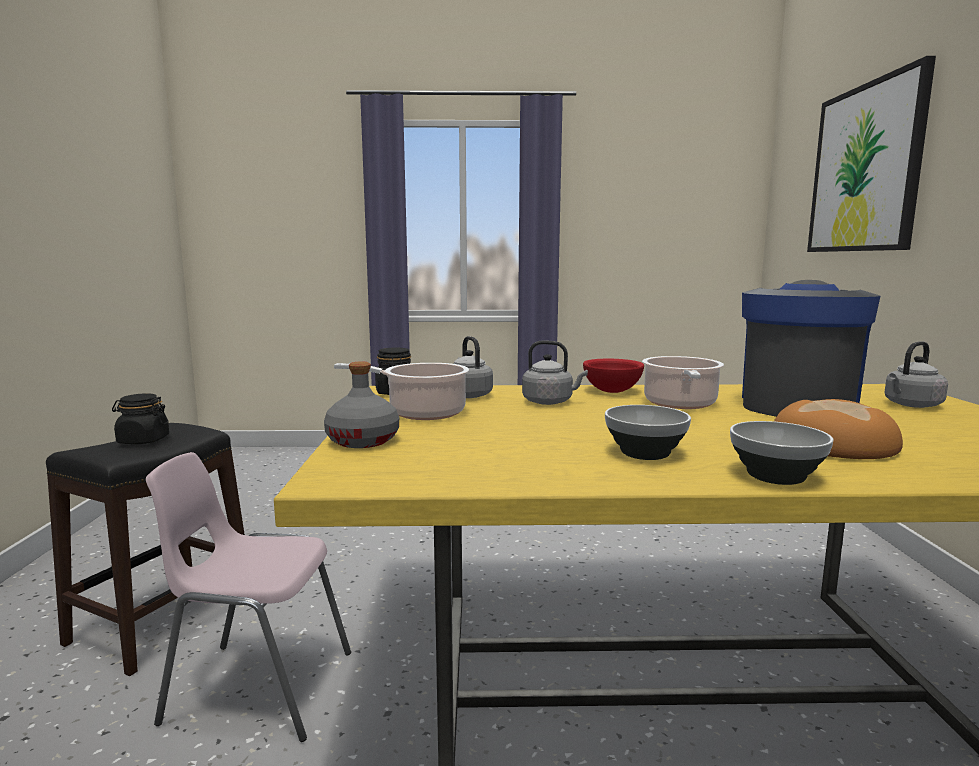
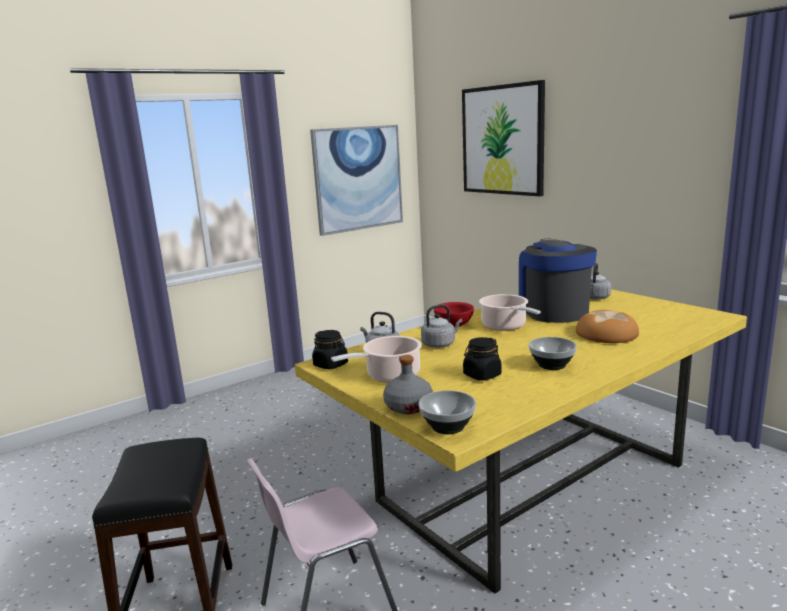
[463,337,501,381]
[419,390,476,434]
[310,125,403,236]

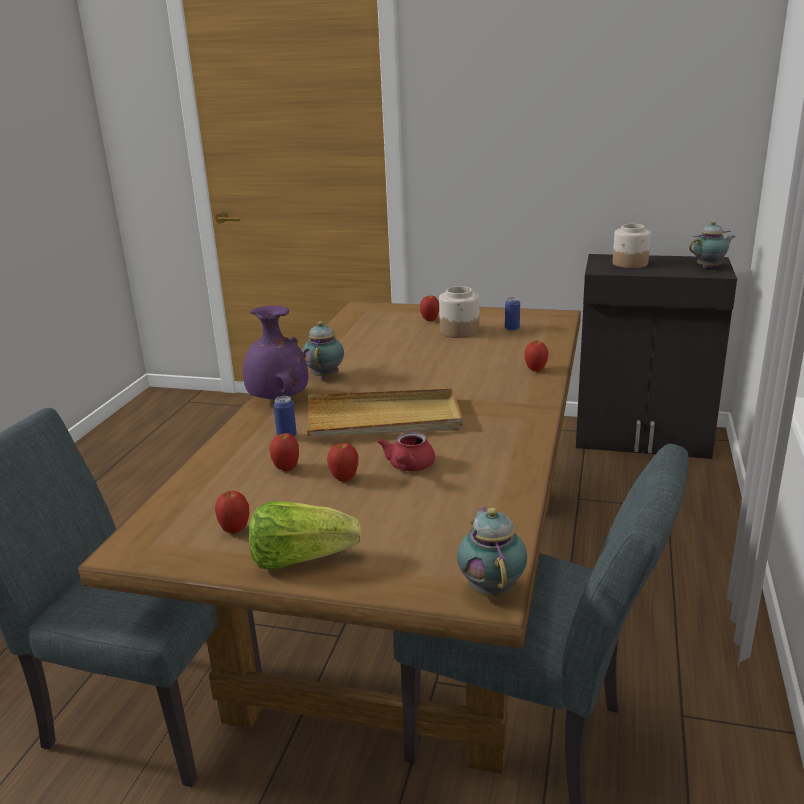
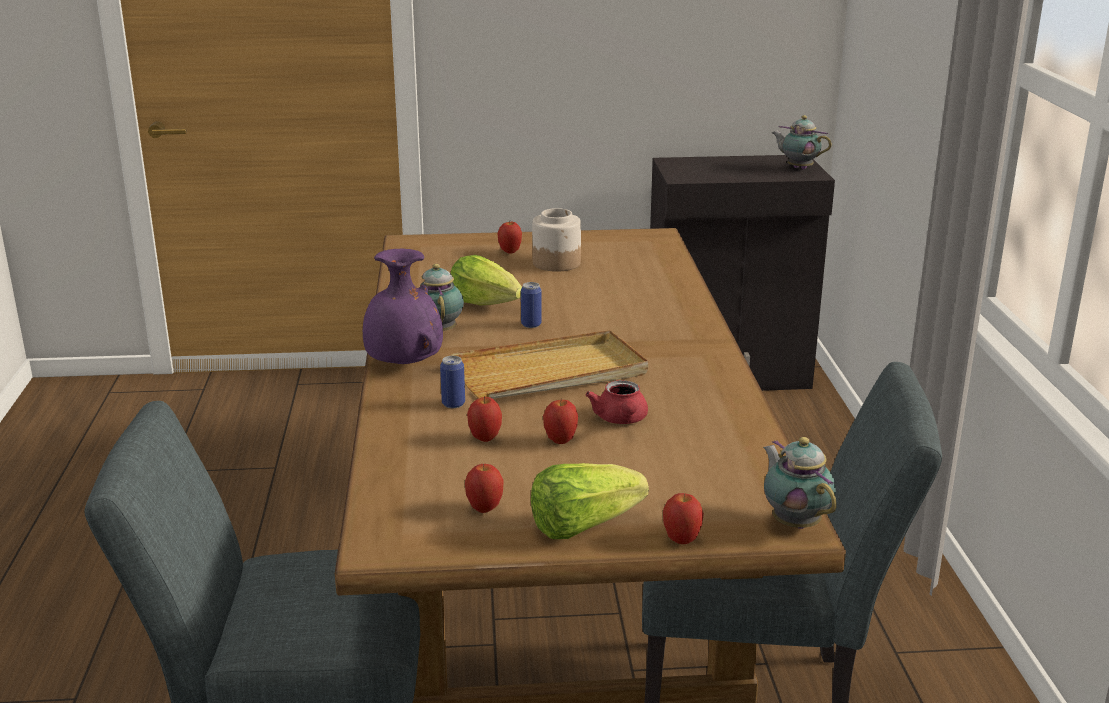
[772,115,832,169]
[613,224,651,268] (first image)
[521,282,542,328]
[663,493,704,544]
[450,255,522,305]

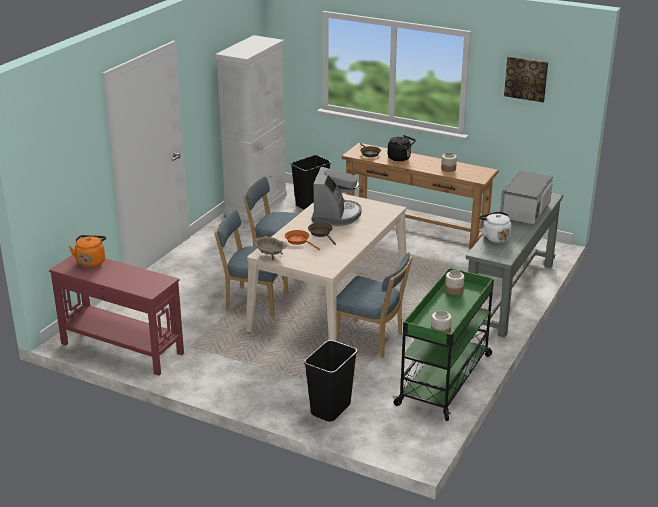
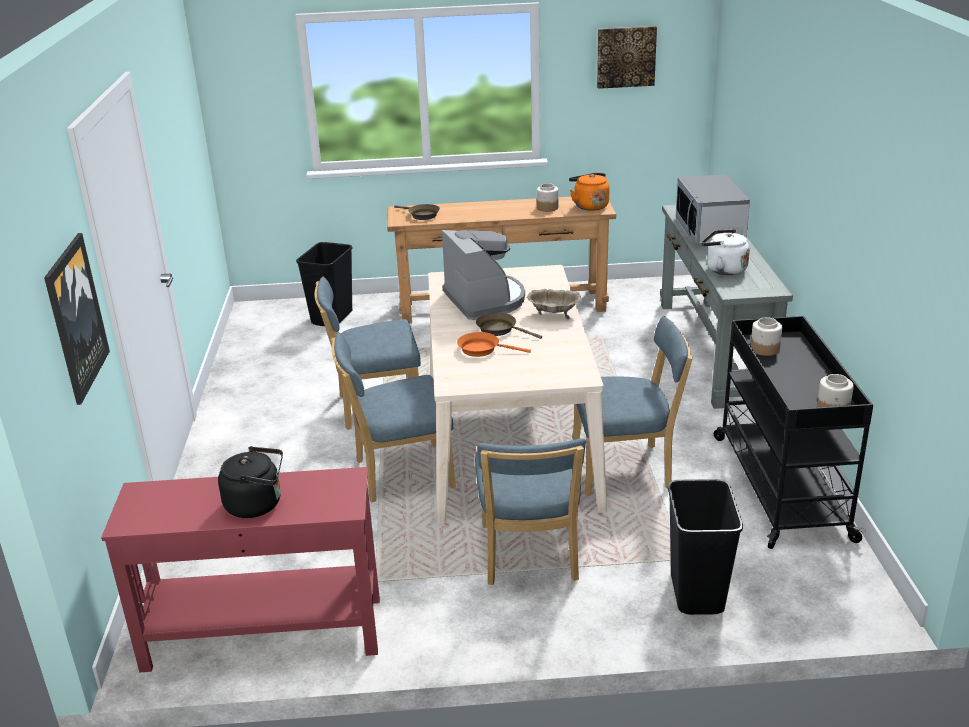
[215,35,287,222] (first image)
[218,446,283,518]
[569,173,609,211]
[527,289,581,320]
[714,316,873,549]
[44,233,110,405]
[475,438,586,585]

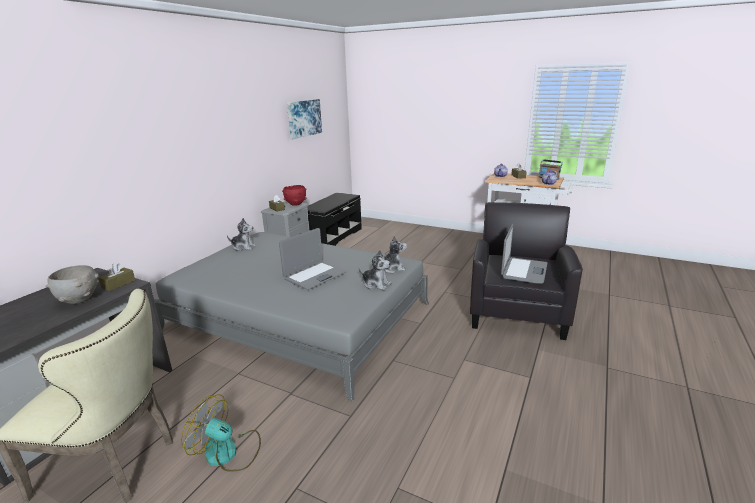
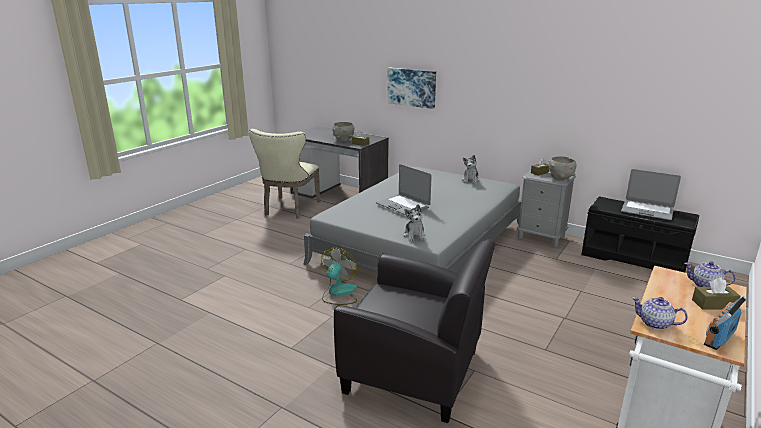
[387,67,436,109]
[548,156,576,181]
[621,169,681,220]
[359,250,391,290] (first image)
[321,248,357,305]

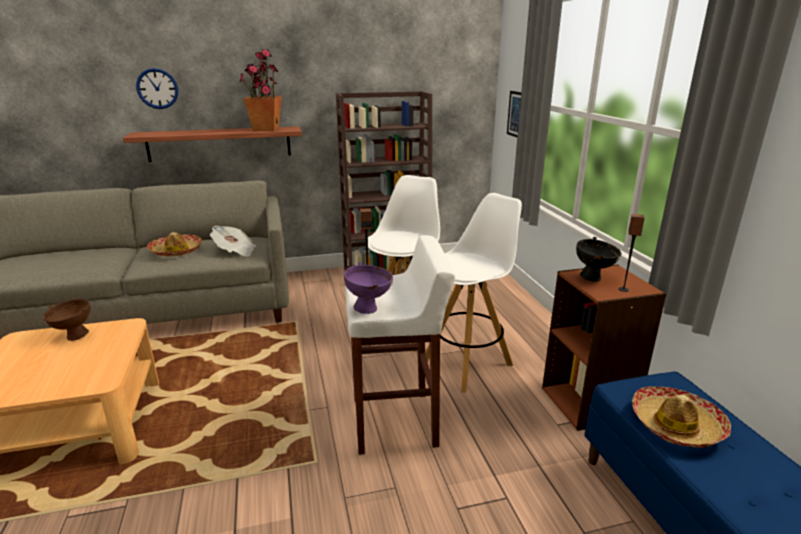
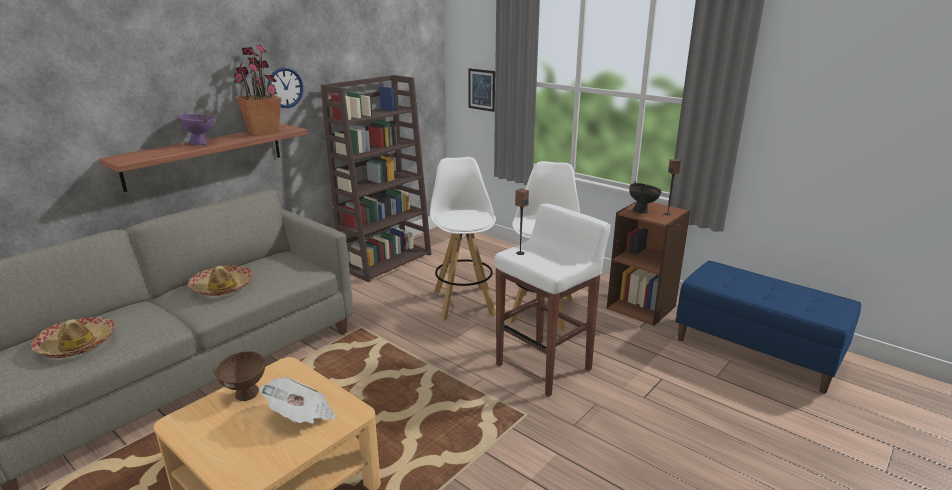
[268,67,303,108]
[259,377,336,424]
[177,112,215,145]
[31,317,115,358]

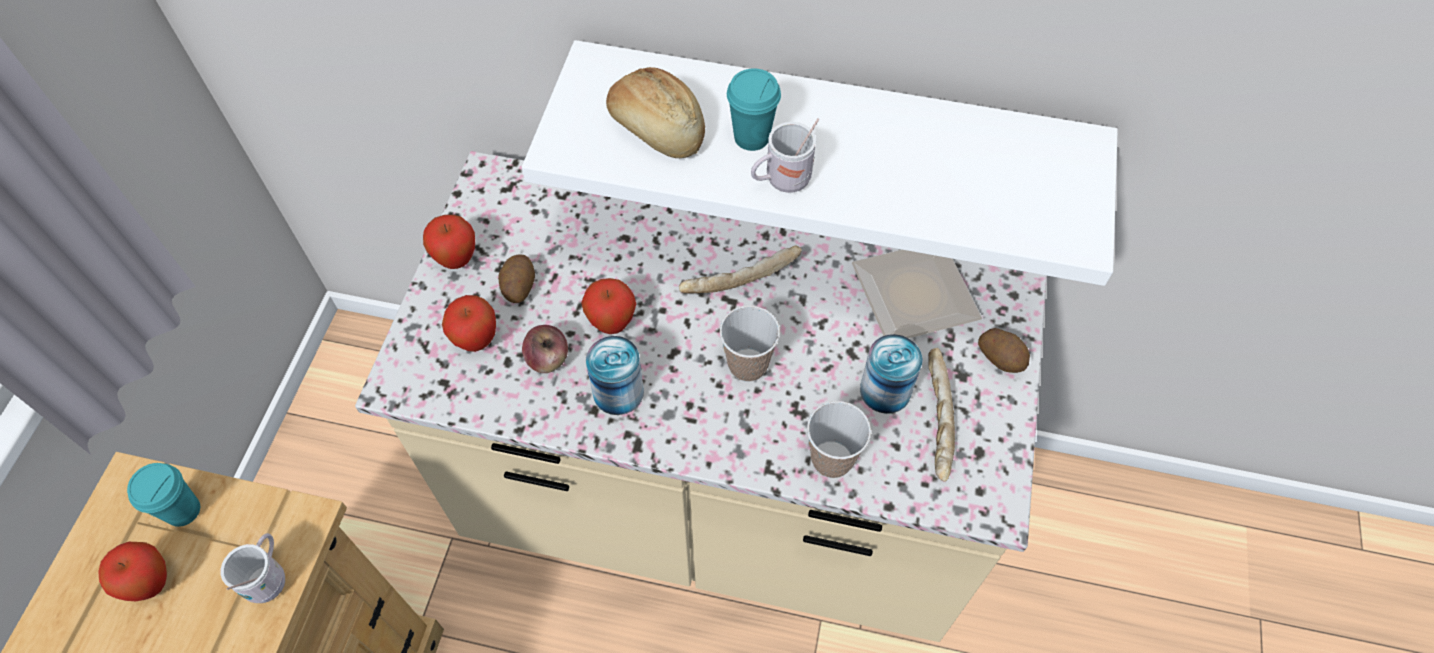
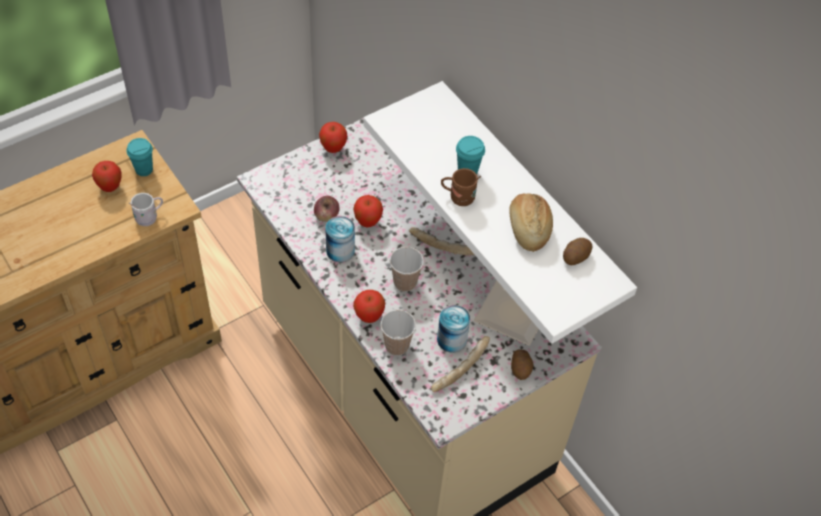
[509,193,553,252]
[441,168,481,206]
[563,238,592,265]
[353,290,385,323]

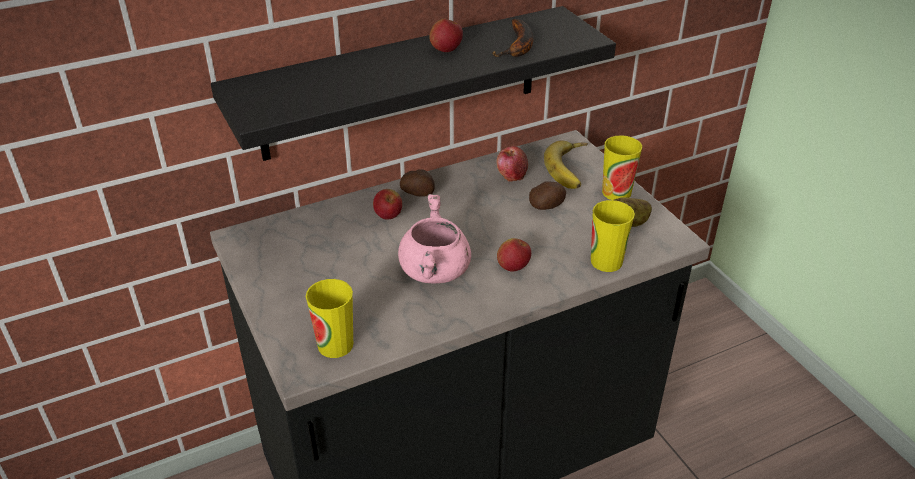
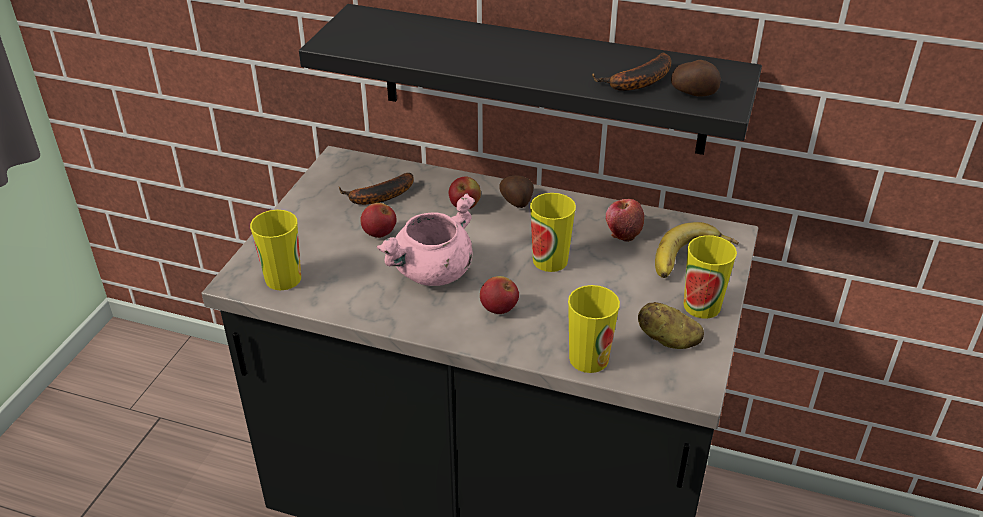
[361,203,397,238]
[671,60,721,97]
[339,173,414,205]
[530,193,576,272]

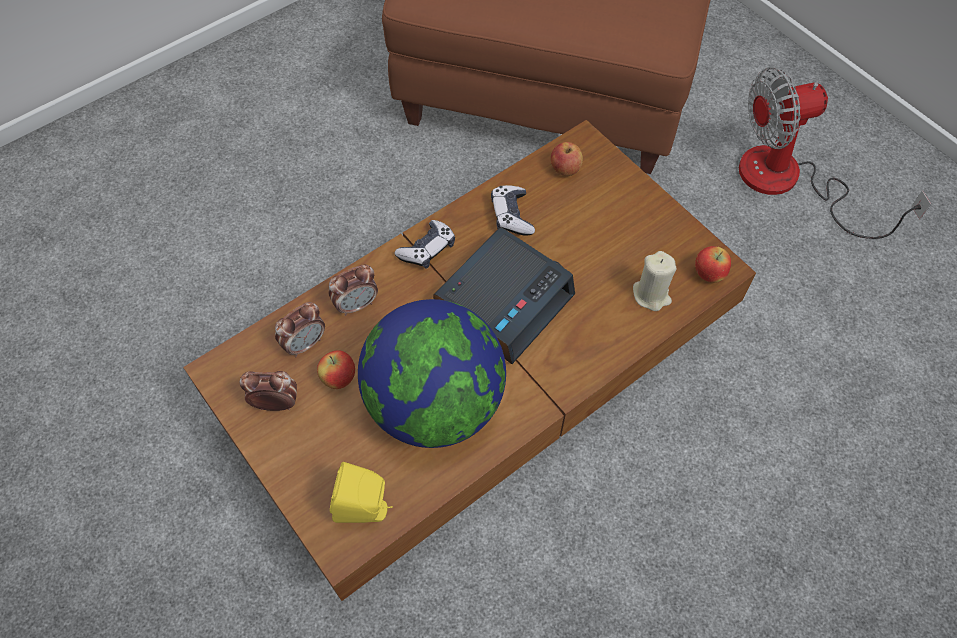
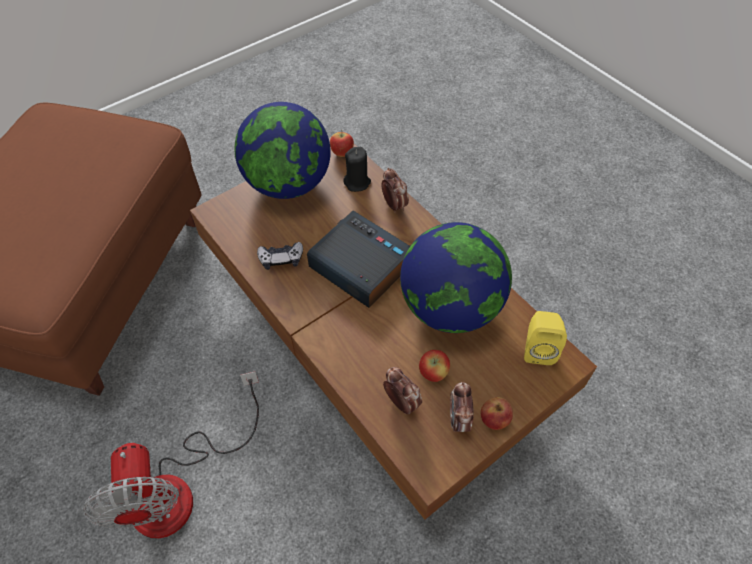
[83,371,259,539]
[481,397,513,430]
[394,220,455,268] (first image)
[343,147,371,192]
[381,168,409,213]
[234,102,331,199]

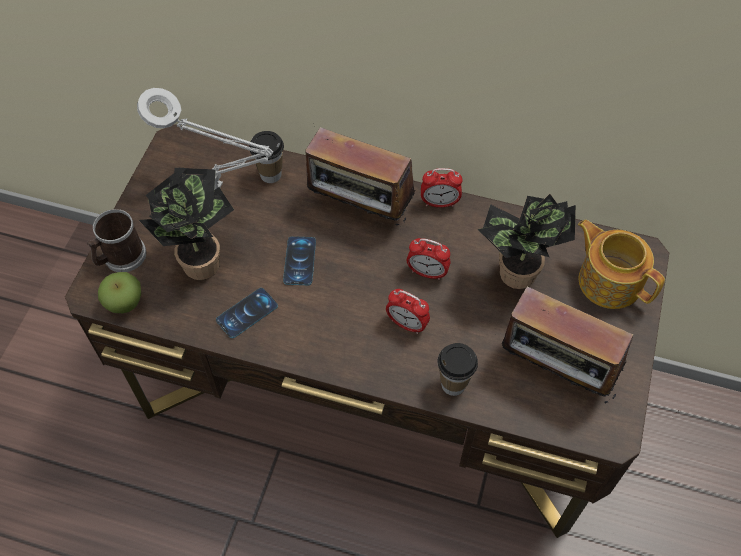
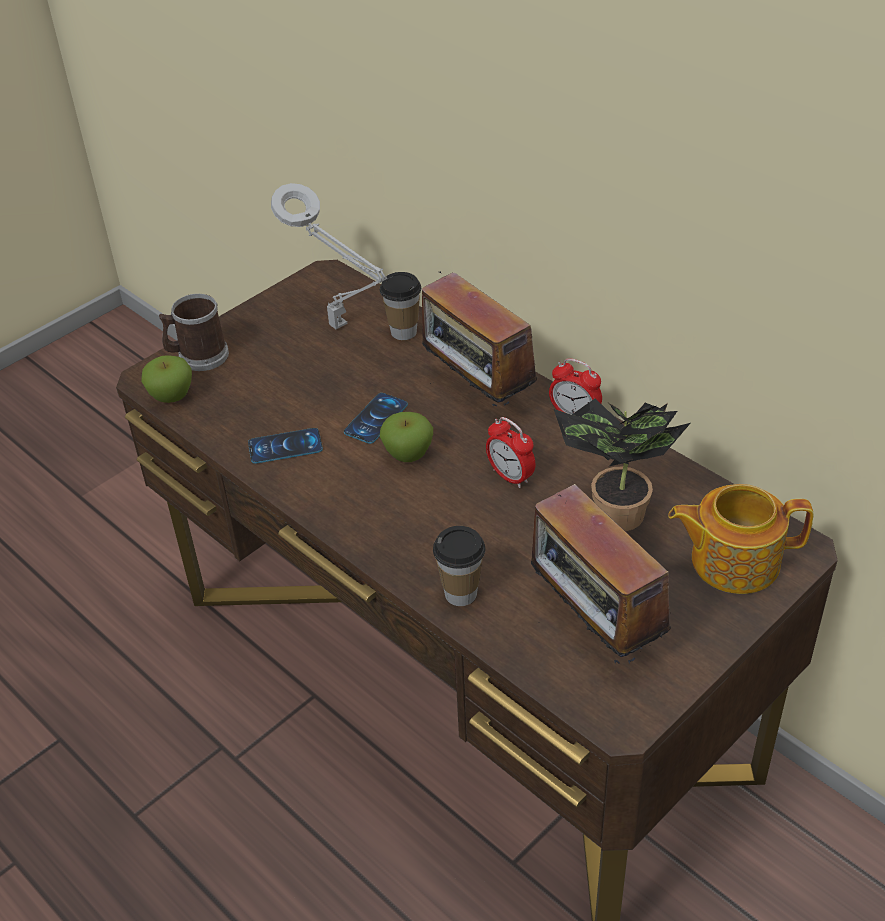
[139,167,234,280] (first image)
[668,484,814,594]
[386,289,430,334] (first image)
[380,412,433,462]

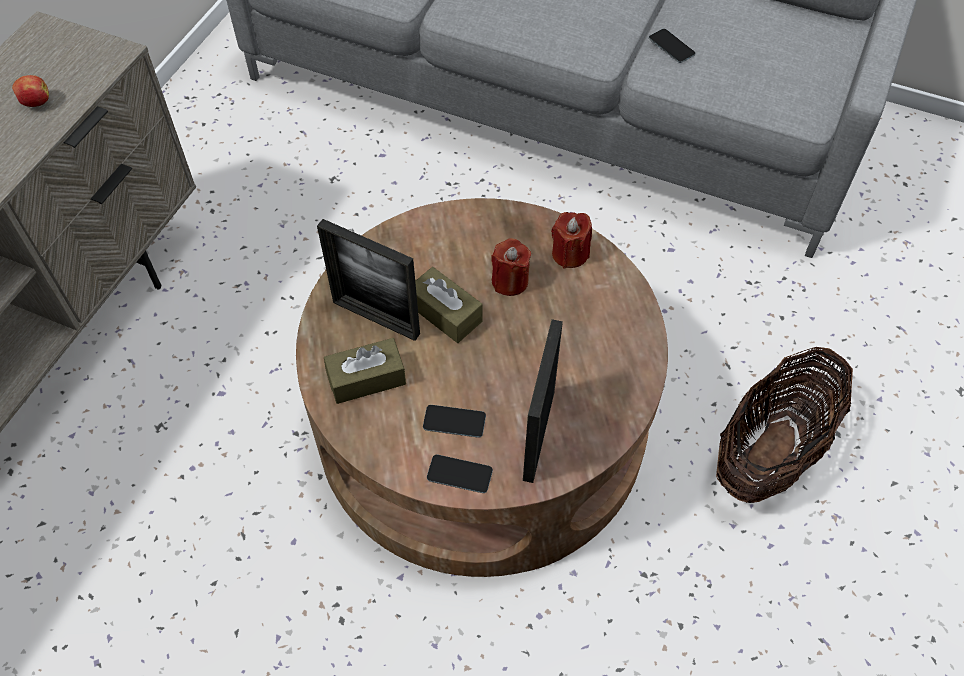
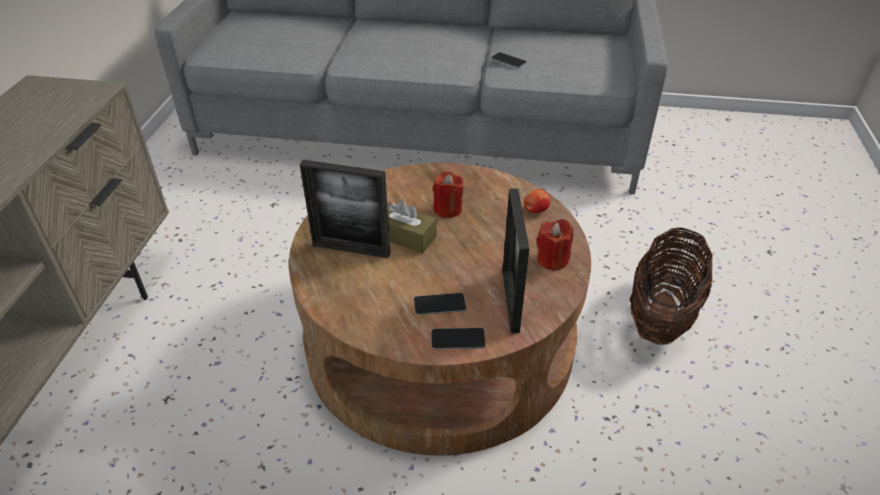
[524,189,550,213]
[537,219,573,271]
[324,338,406,404] (first image)

